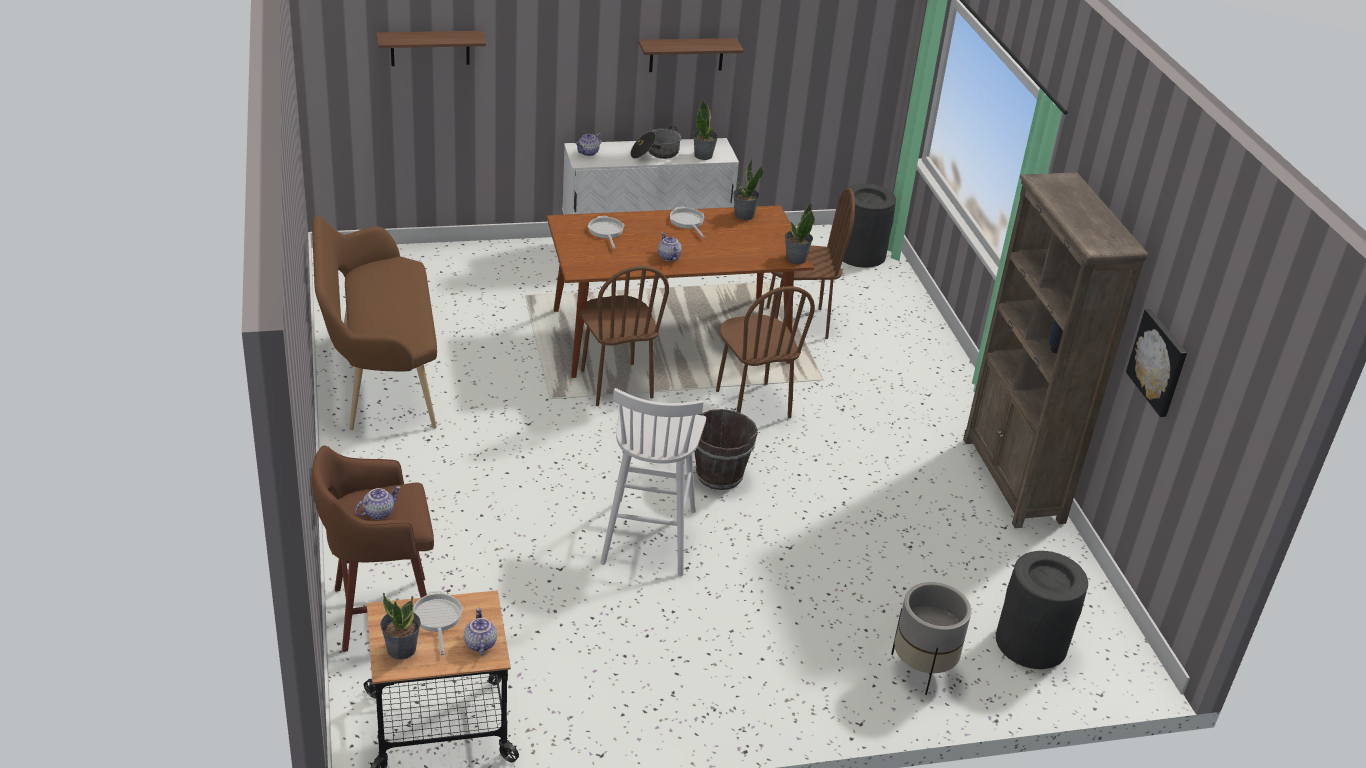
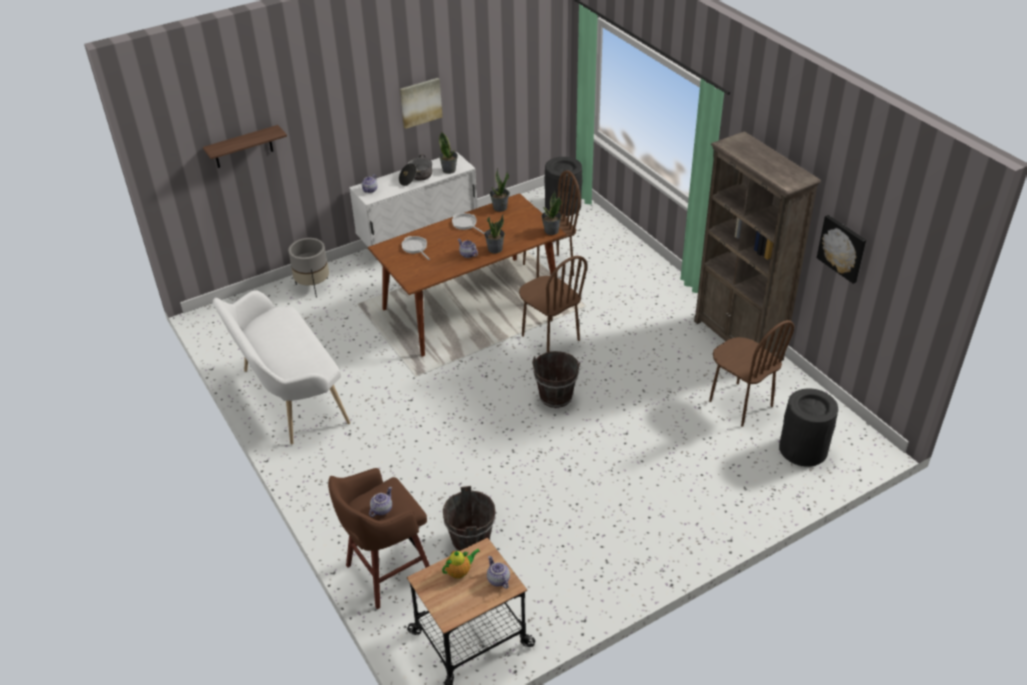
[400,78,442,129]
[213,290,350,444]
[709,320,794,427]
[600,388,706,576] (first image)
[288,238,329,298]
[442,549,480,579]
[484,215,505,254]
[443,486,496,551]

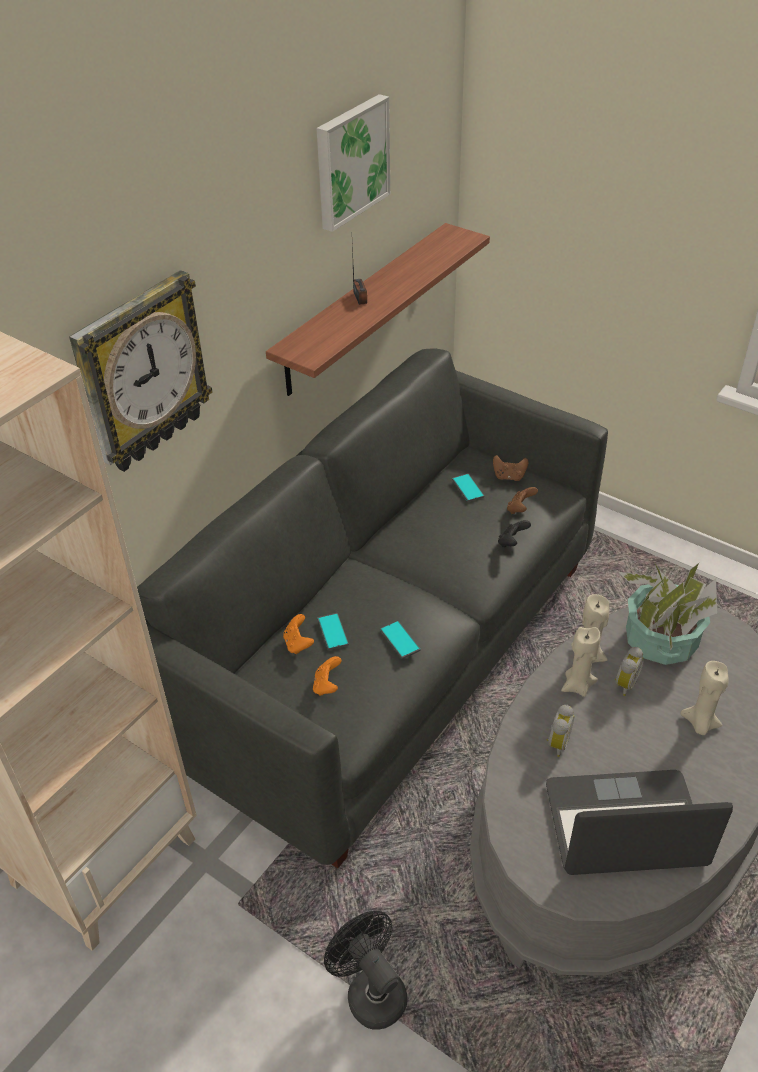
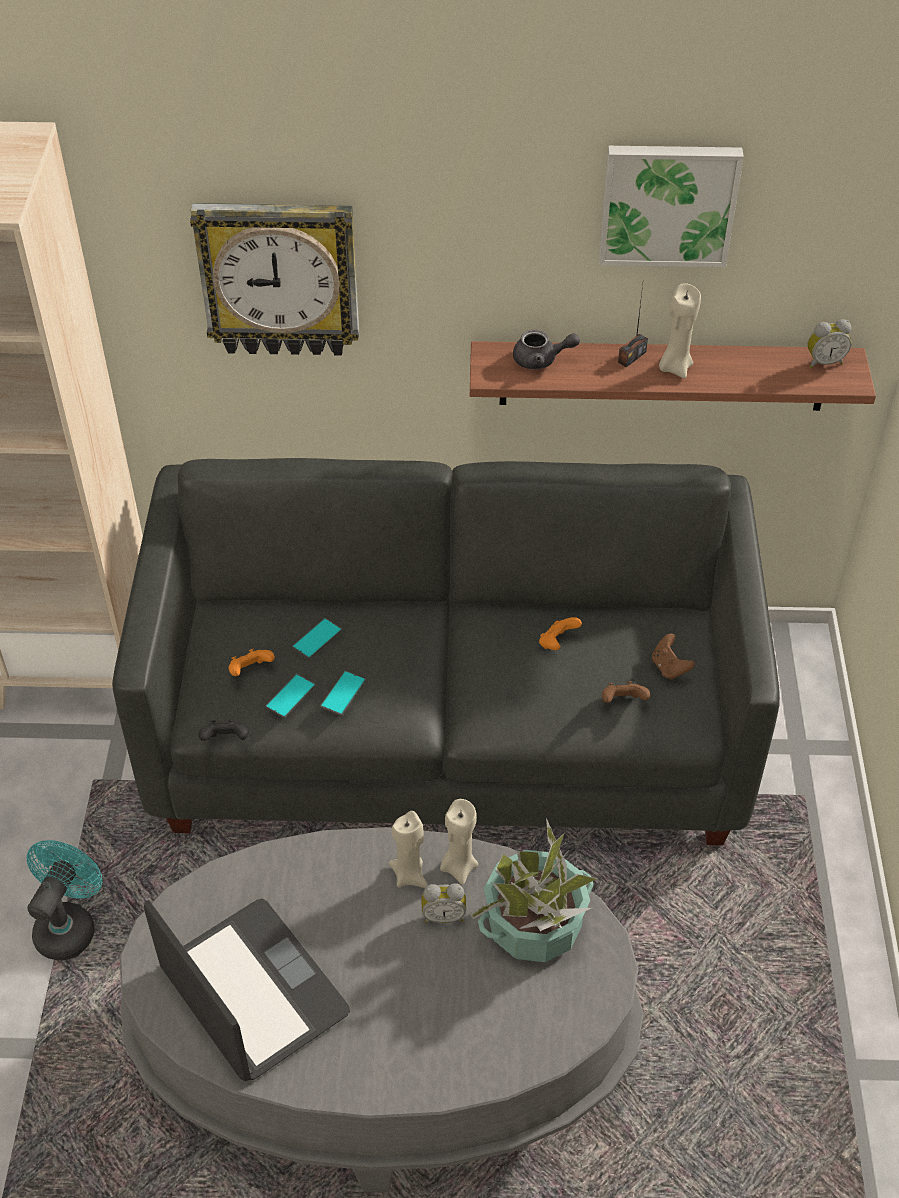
[266,673,316,718]
[199,720,248,741]
[539,617,582,650]
[659,283,701,379]
[807,319,851,368]
[27,840,103,960]
[513,330,580,369]

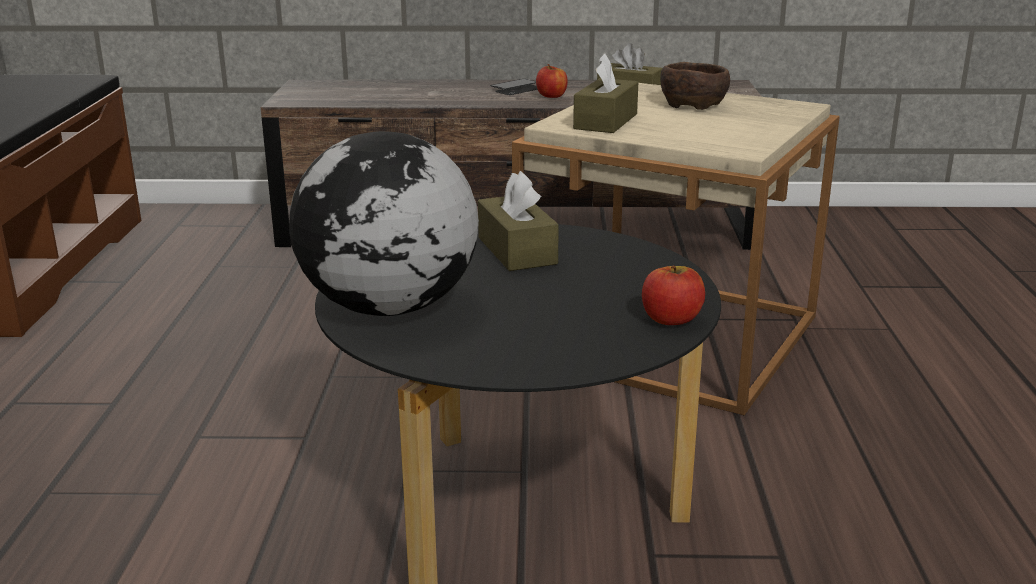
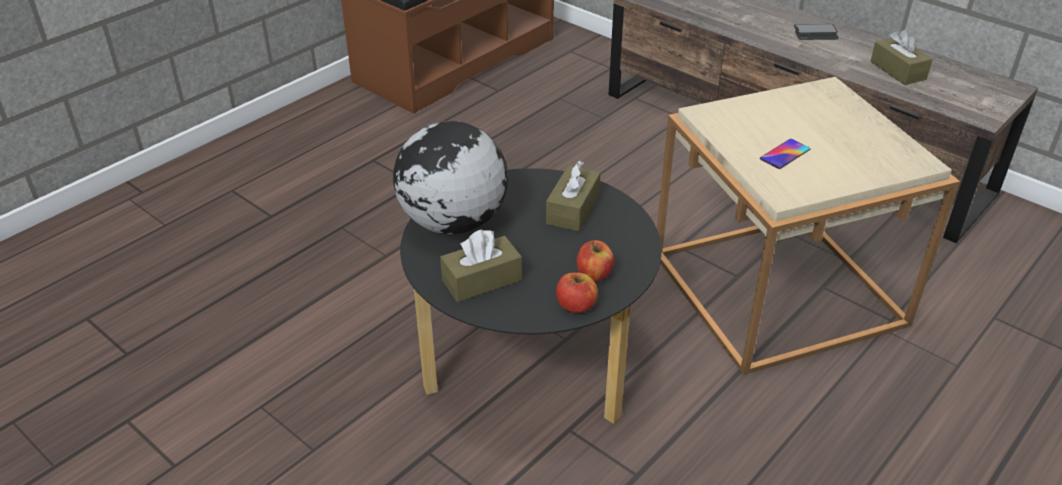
[440,229,522,302]
[660,62,730,110] (first image)
[576,240,614,281]
[760,139,810,169]

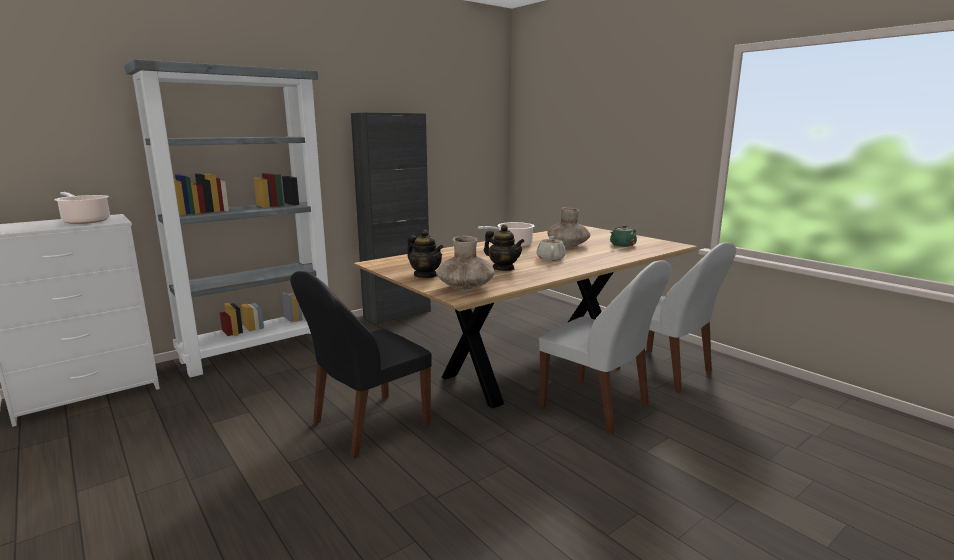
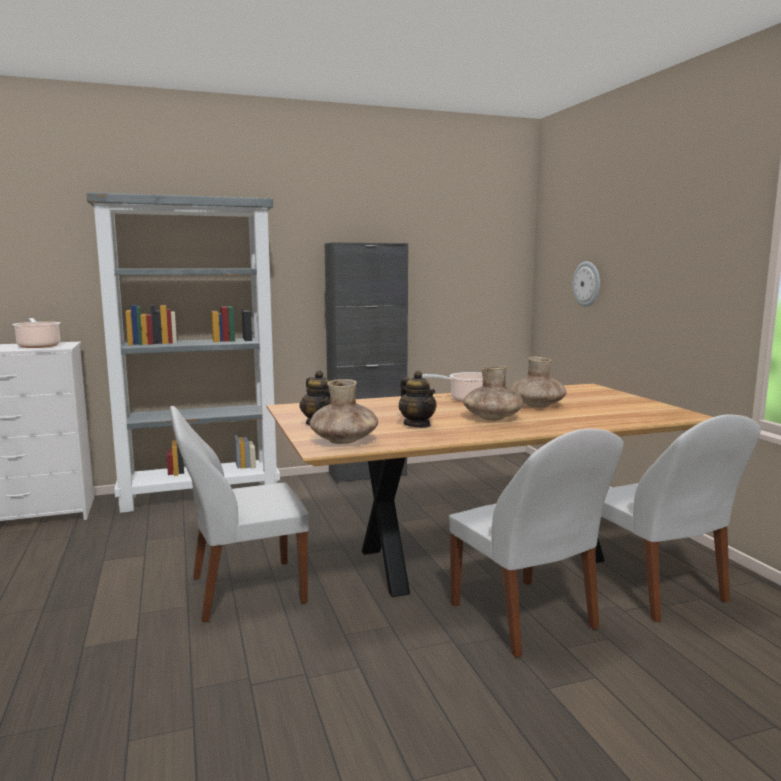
[610,225,637,247] (first image)
[463,366,523,420]
[170,406,309,622]
[572,261,600,307]

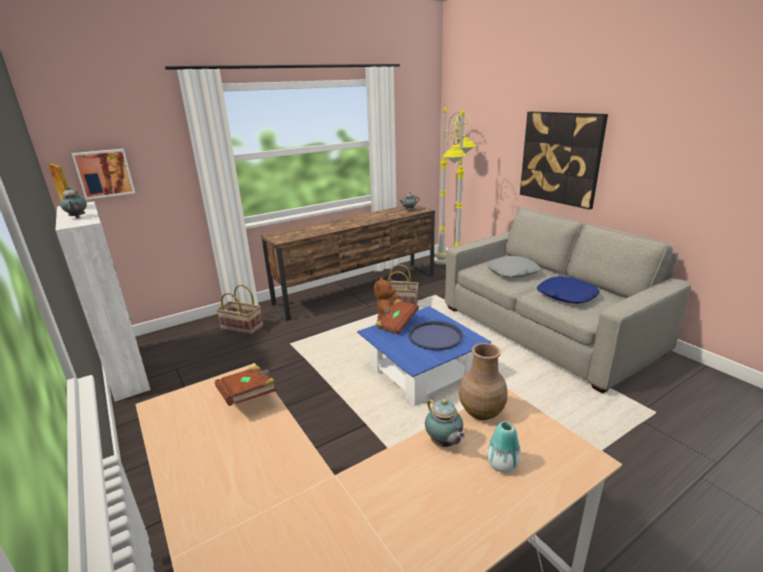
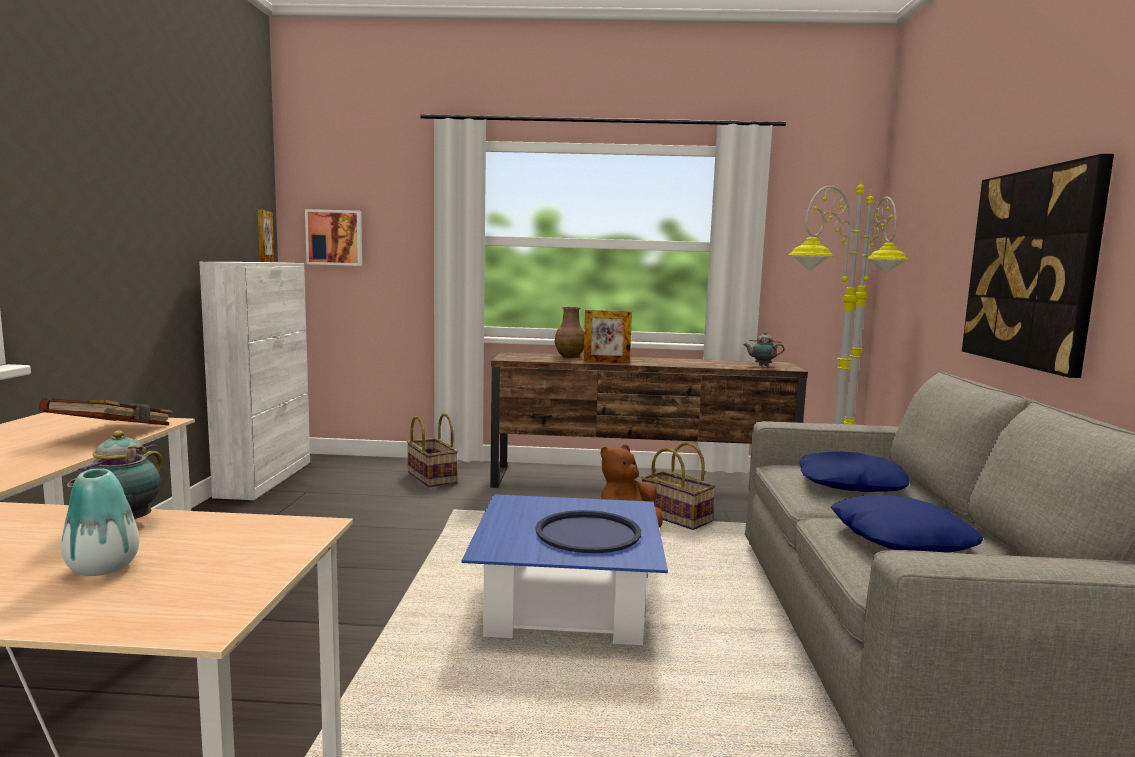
[61,187,87,218] (first image)
[800,451,910,492]
[376,299,419,335] (first image)
[555,307,584,358]
[583,310,632,363]

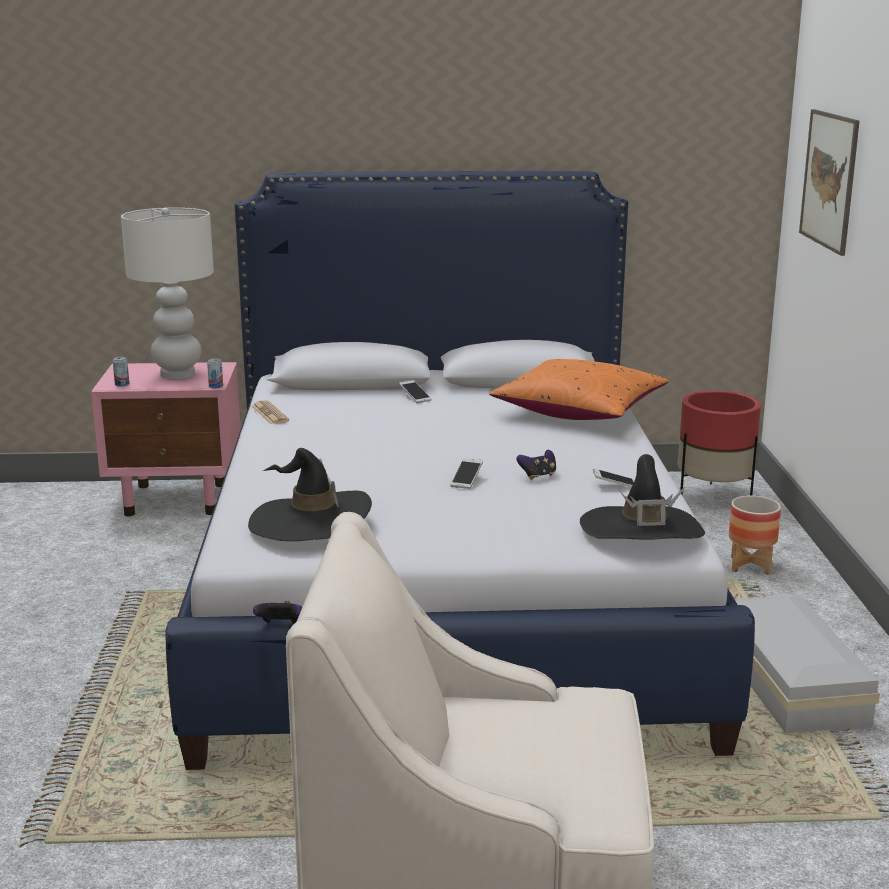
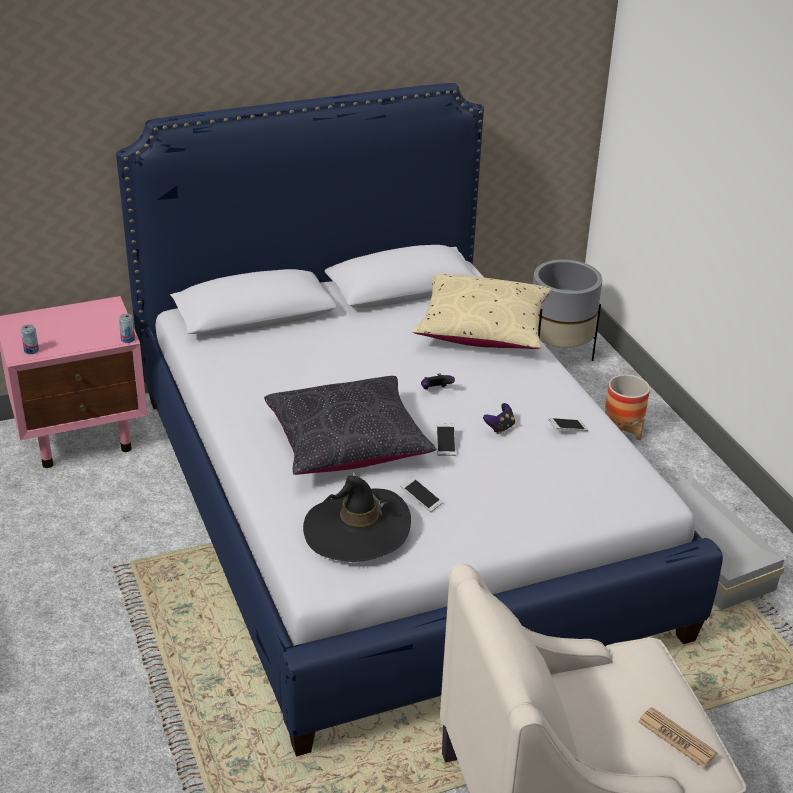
[799,109,860,256] (first image)
[121,207,214,379] (first image)
[413,274,551,349]
[400,477,443,512]
[533,259,602,361]
[638,707,718,768]
[580,454,705,539] (first image)
[421,373,455,390]
[264,376,436,475]

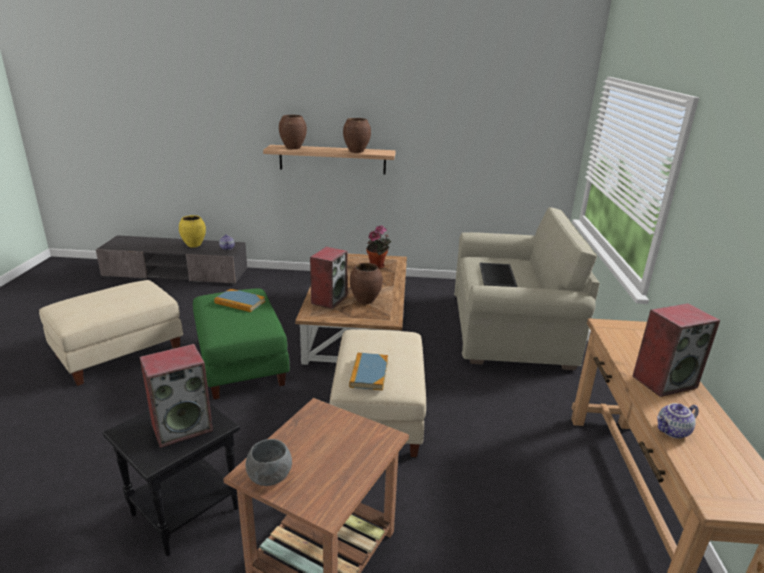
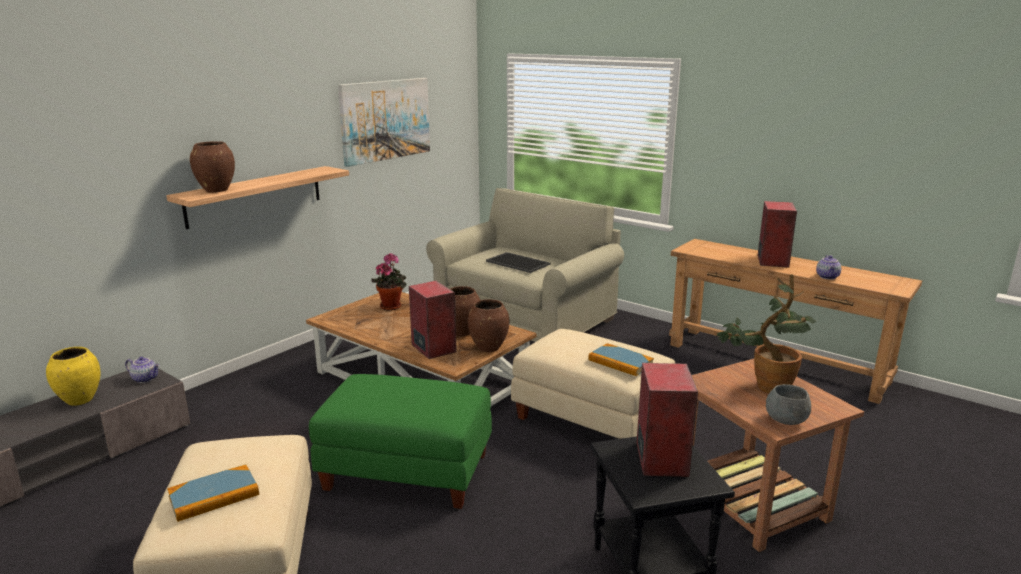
[468,299,509,352]
[167,464,259,522]
[338,78,430,167]
[716,275,817,393]

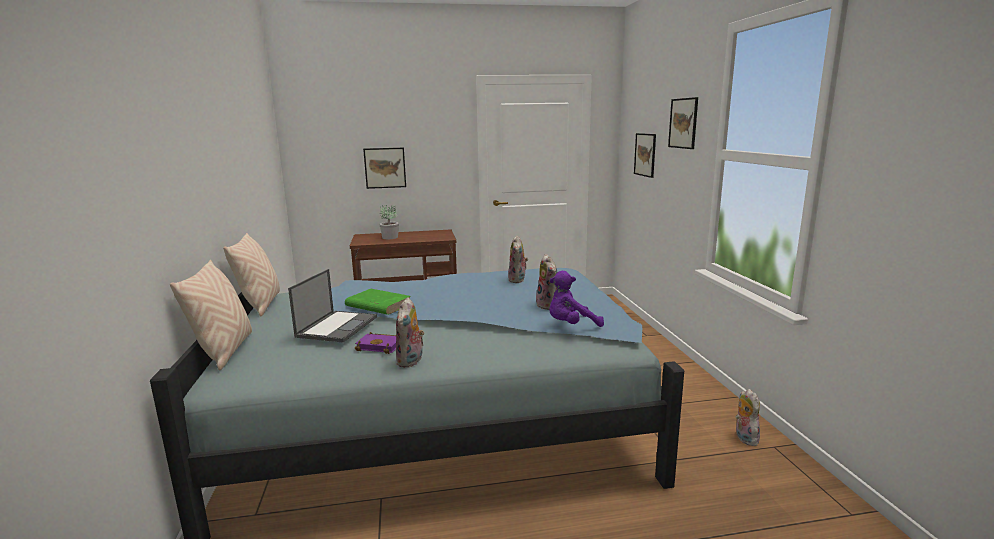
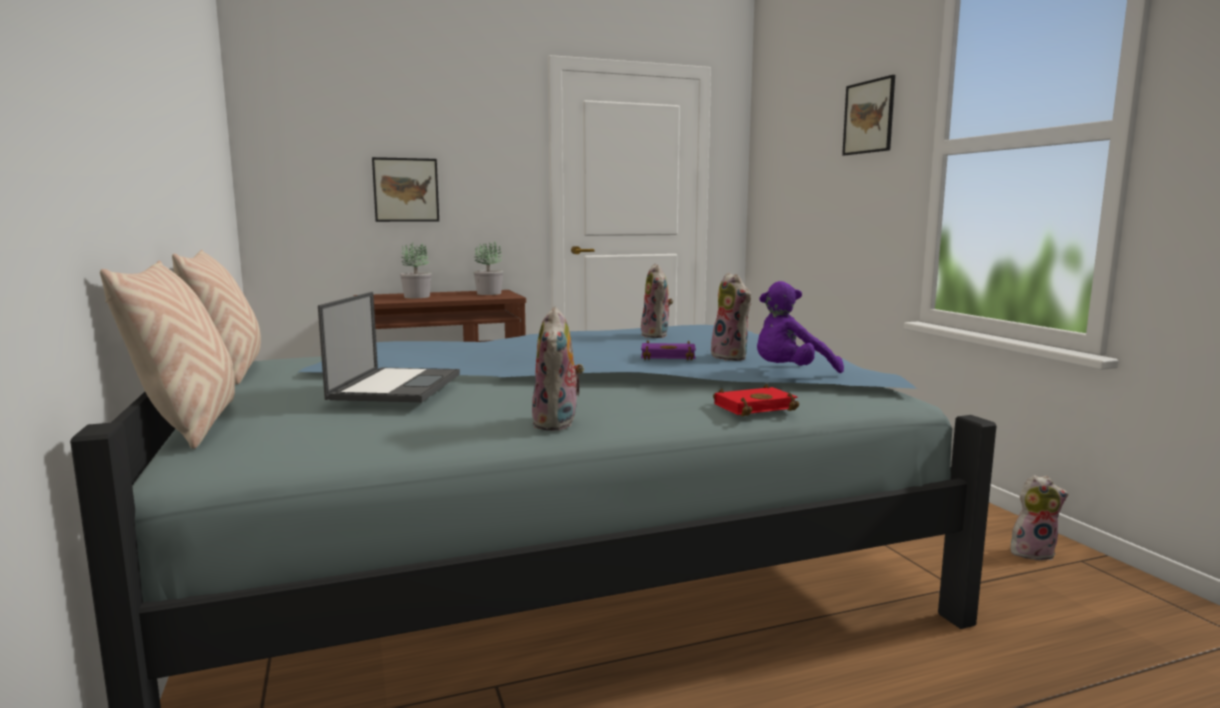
[634,133,656,178] (first image)
[345,289,411,315] (first image)
[641,341,696,360]
[1010,475,1069,561]
[474,242,503,295]
[713,384,799,416]

